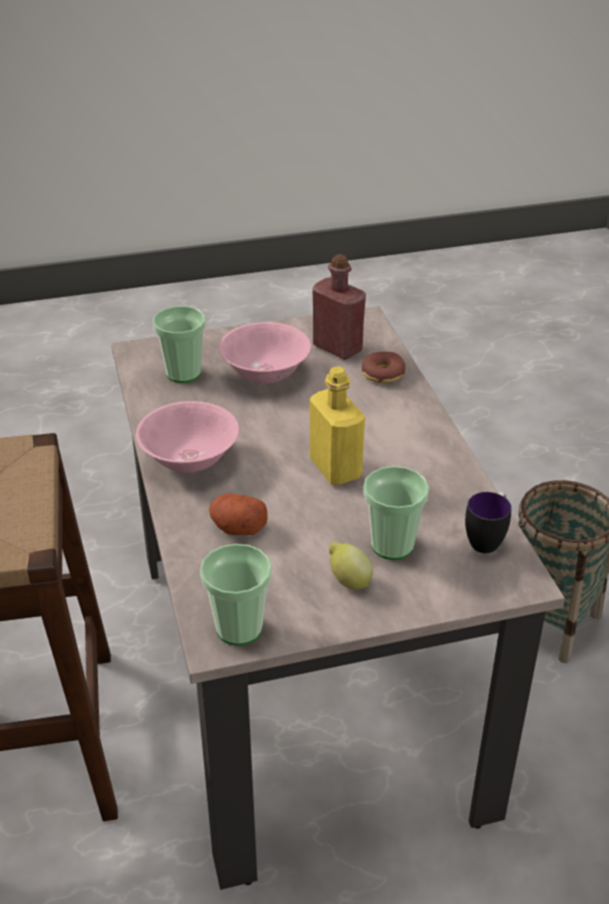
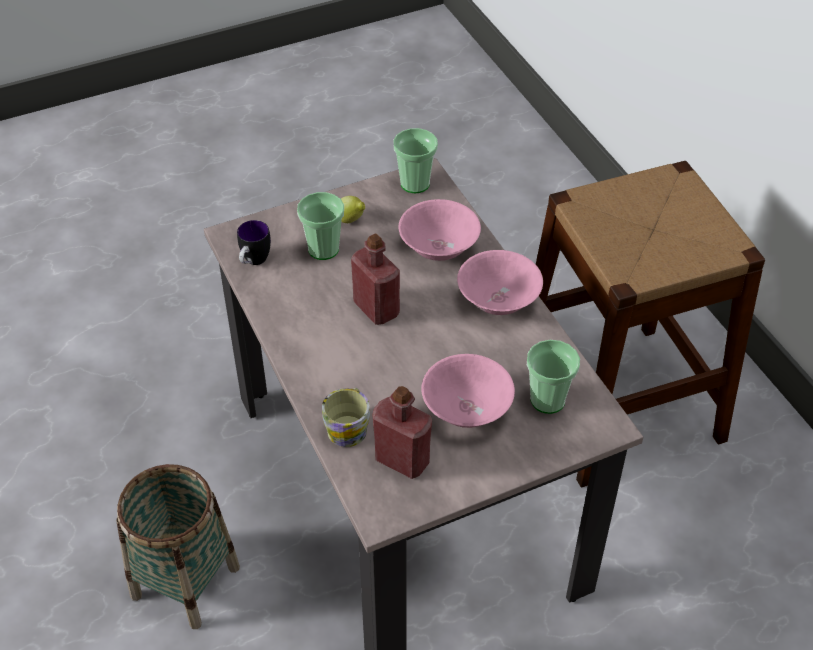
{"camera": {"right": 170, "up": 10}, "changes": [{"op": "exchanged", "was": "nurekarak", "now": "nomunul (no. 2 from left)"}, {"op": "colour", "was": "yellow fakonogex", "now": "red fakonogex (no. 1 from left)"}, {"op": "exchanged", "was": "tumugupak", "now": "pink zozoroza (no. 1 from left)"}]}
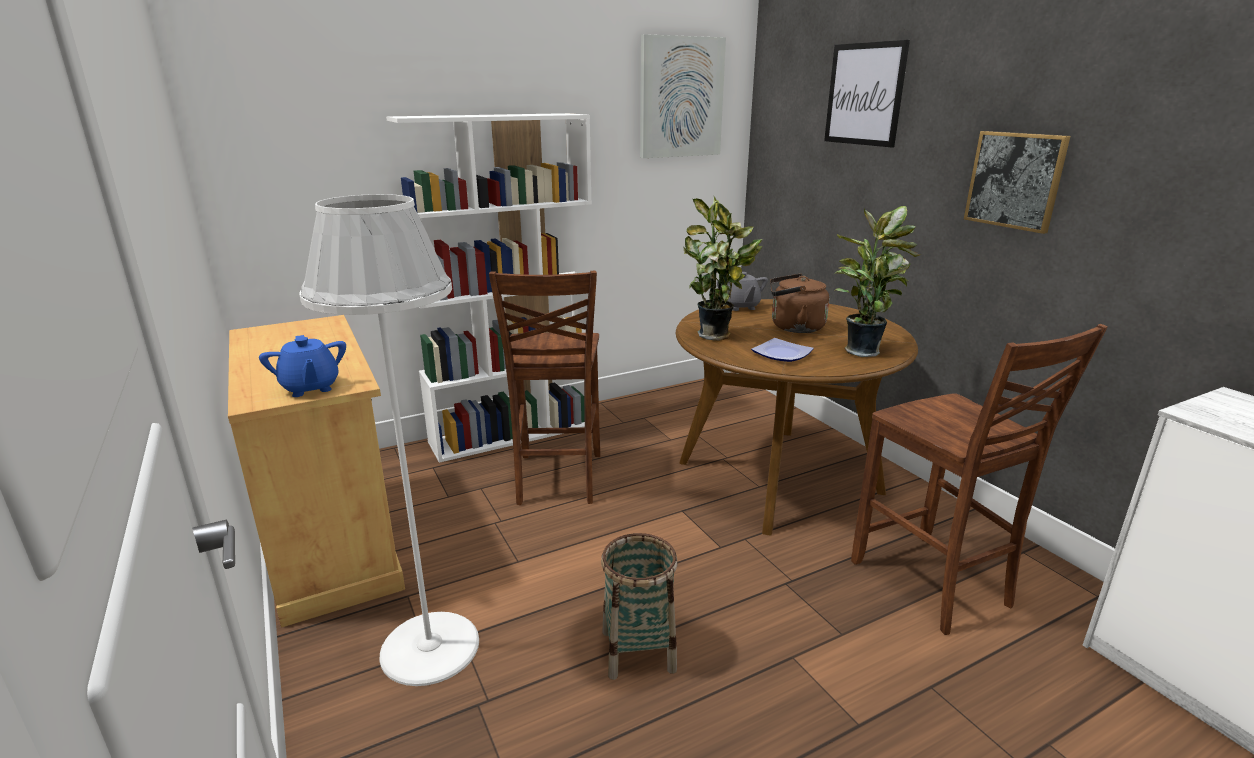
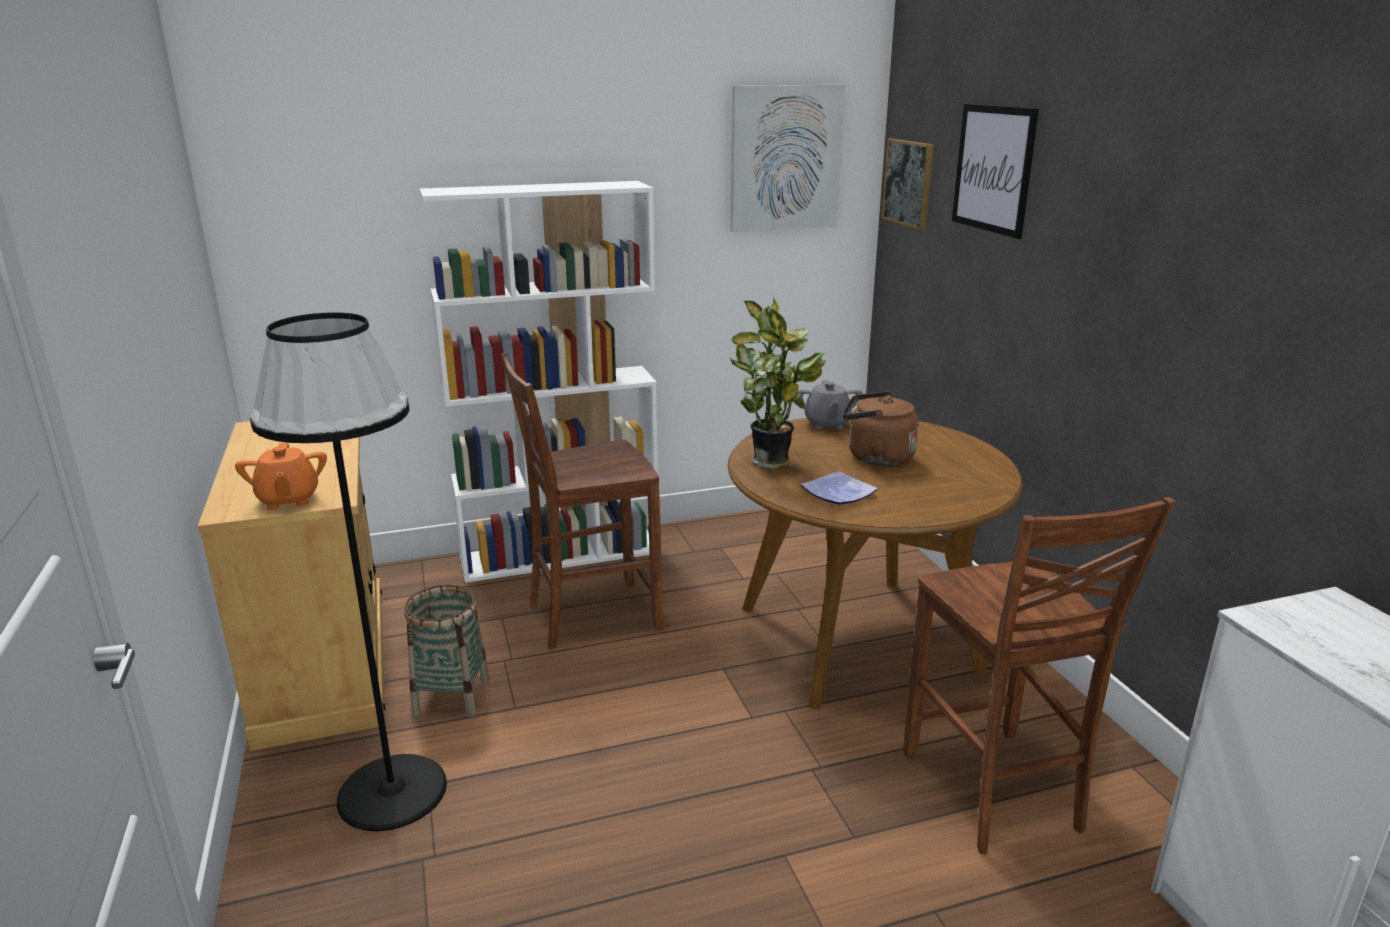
{"camera": {"right": 10, "up": 0}, "changes": [{"op": "colour", "was": "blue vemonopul", "now": "orange vemonopul"}, {"op": "colour", "was": "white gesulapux", "now": "black gesulapux"}, {"op": "relocated", "was": "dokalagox"}, {"op": "spun", "was": "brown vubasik (no. 1 from left)", "clockwise": 60}, {"op": "relocated", "was": "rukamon (no. 3 from left in the first image)", "now": "rukamon (no. 2 from left)"}, {"op": "missing", "was": "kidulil (no. 2 from left)"}]}
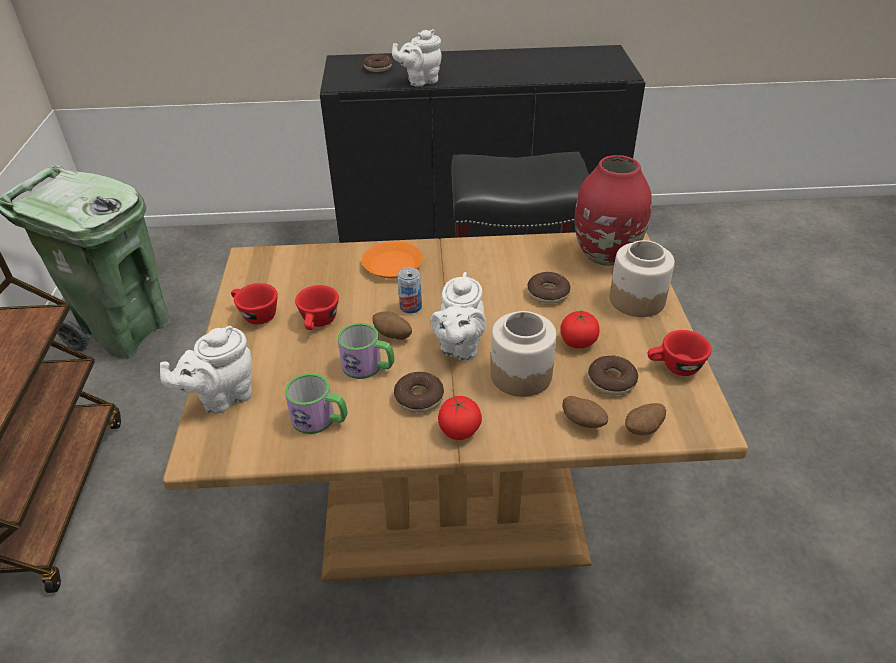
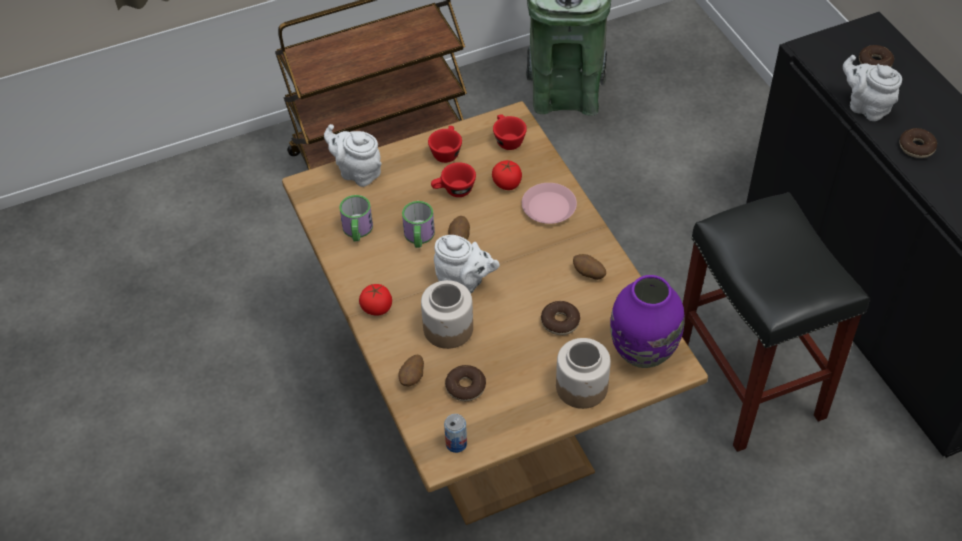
{"camera": {"right": 70, "up": 10}, "changes": [{"op": "spun", "was": "white vemonopul (no. 3 from left in the first image)", "clockwise": -150}, {"op": "relocated", "was": "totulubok"}, {"op": "relocated", "was": "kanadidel (no. 2 from left)"}, {"op": "relocated", "was": "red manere (no. 3 from left)"}, {"op": "colour", "was": "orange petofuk", "now": "pink petofuk"}, {"op": "relocated", "was": "tumugupak (no. 3 from left)"}, {"op": "colour", "was": "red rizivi", "now": "purple rizivi"}, {"op": "relocated", "was": "nurekarak (no. 2 from left in the first image)", "now": "nurekarak (no. 4 from left)"}]}
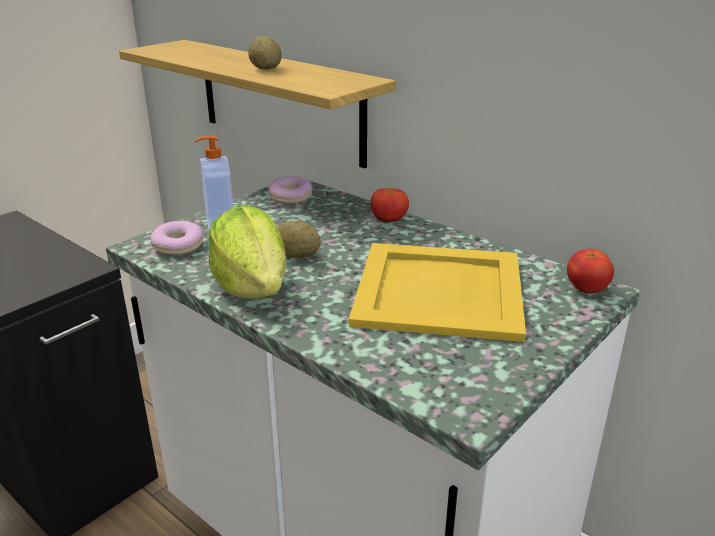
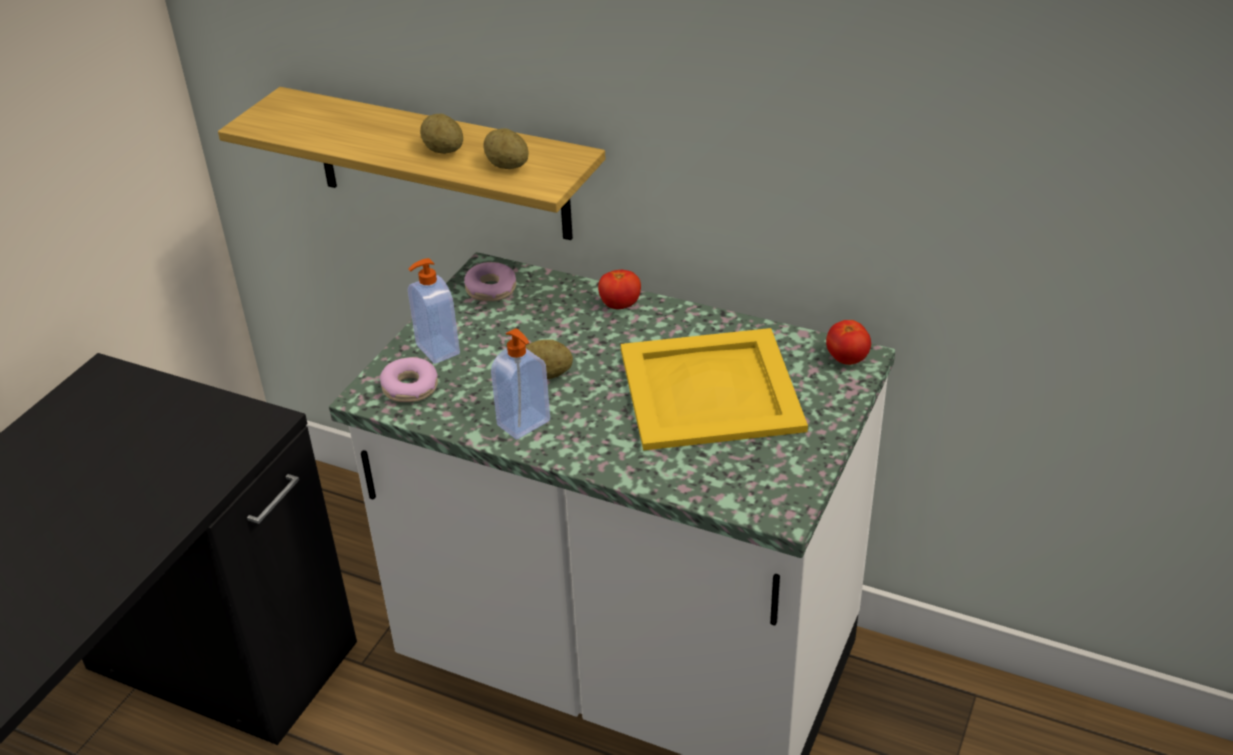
{"camera": {"right": -15, "up": 10}, "changes": [{"op": "appeared", "now": "tumugupak (no. 2 from left)"}, {"op": "exchanged", "was": "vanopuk", "now": "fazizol (no. 2 from left)"}]}
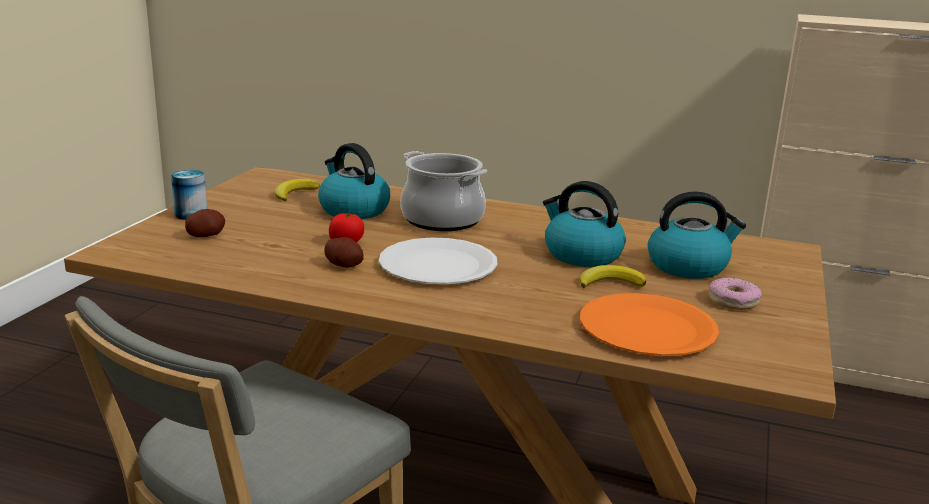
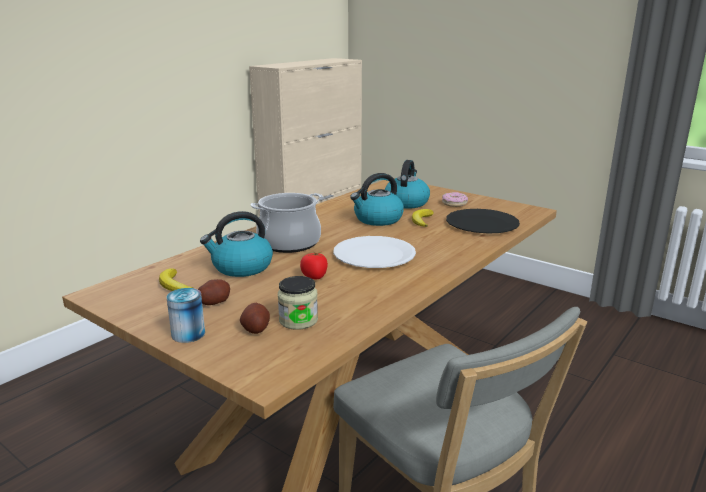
{"camera": {"right": -70, "up": 0}, "changes": [{"op": "relocated", "was": "tumugupak (no. 2 from left in the first image)", "now": "tumugupak (no. 1 from left)"}, {"op": "appeared", "now": "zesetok"}, {"op": "colour", "was": "orange petofuk", "now": "black petofuk"}]}
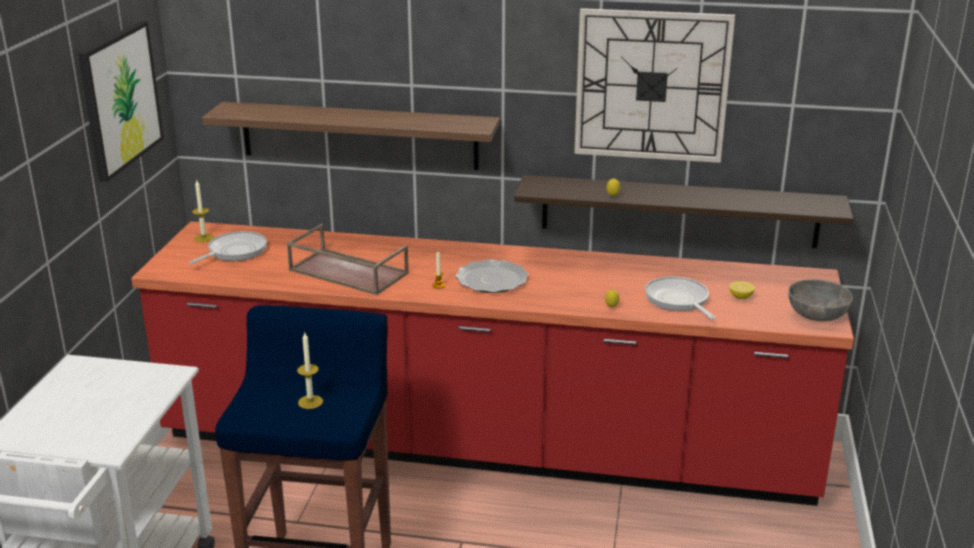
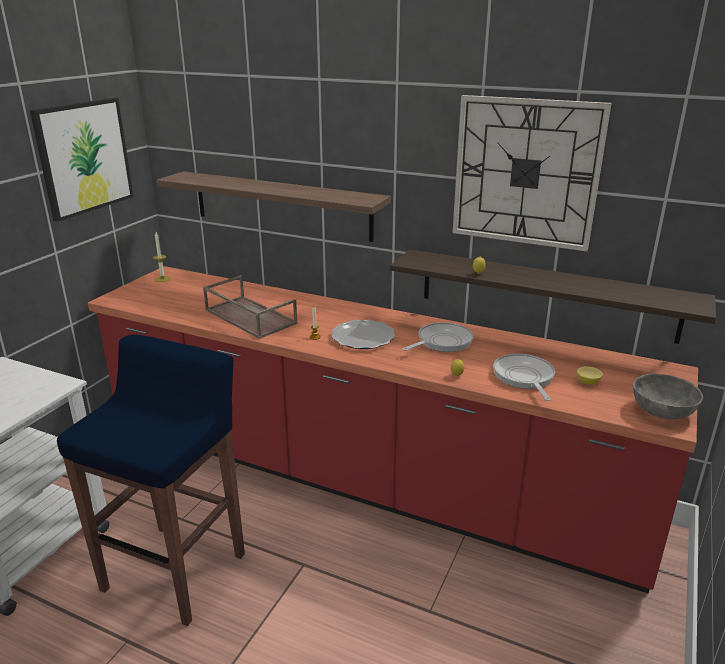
{"camera": {"right": 15, "up": 0}, "changes": [{"op": "relocated", "was": "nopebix (no. 1 from left)"}, {"op": "missing", "was": "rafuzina (no. 2 from left)"}]}
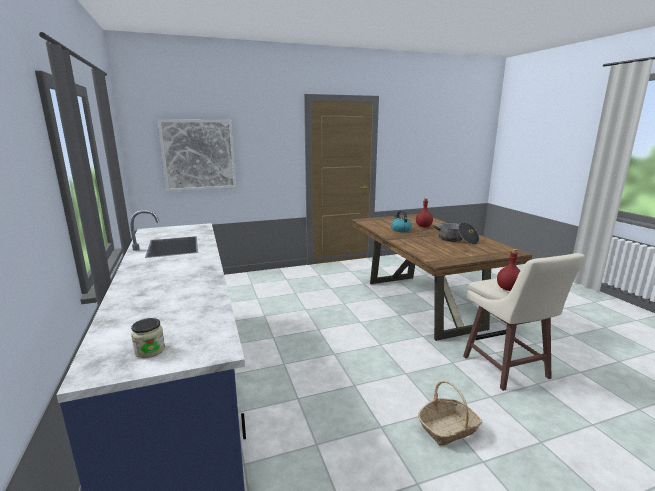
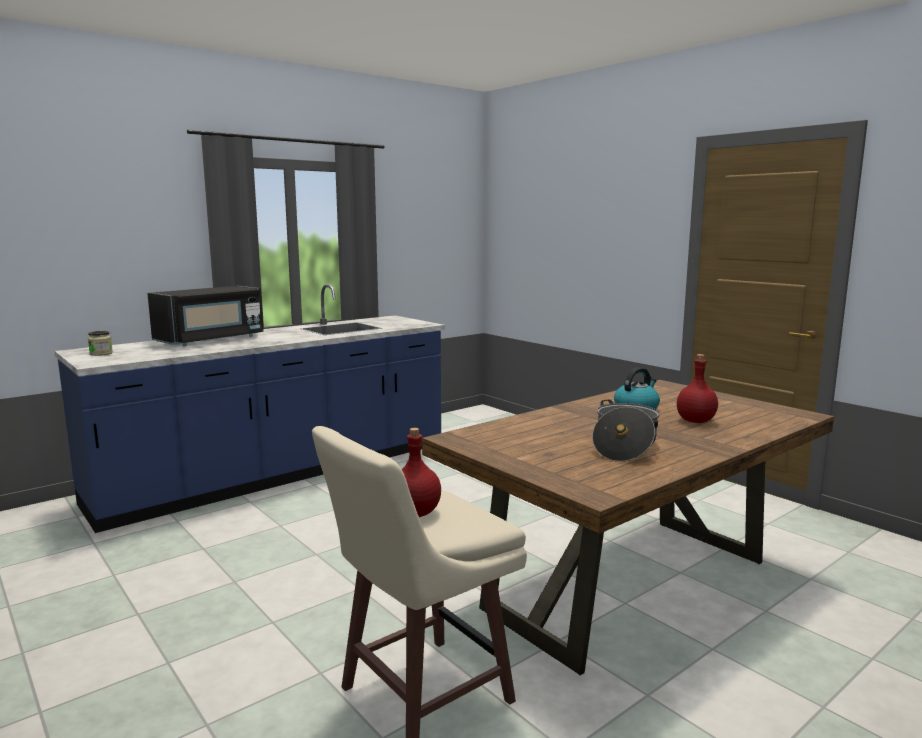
{"camera": {"right": 70, "up": -5}, "changes": [{"op": "appeared", "now": "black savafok"}, {"op": "missing", "was": "rukamon"}, {"op": "missing", "was": "dokalagox"}]}
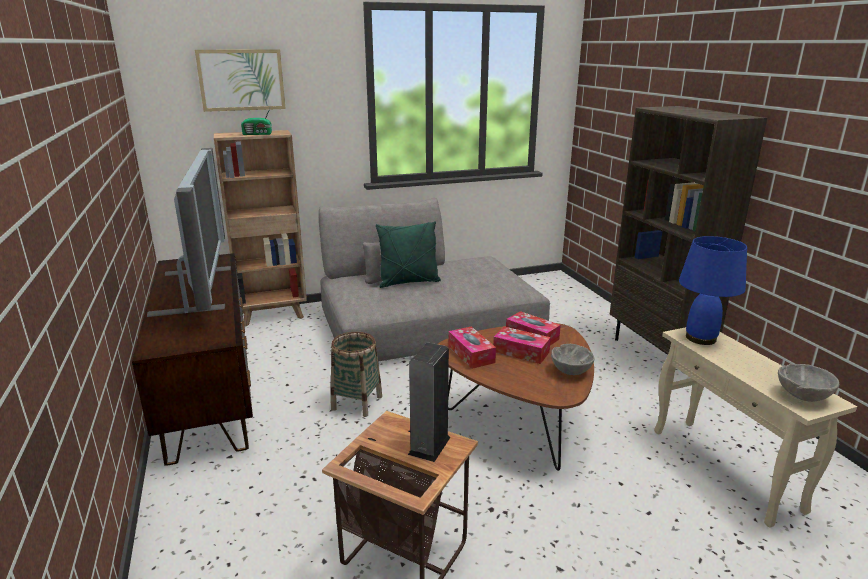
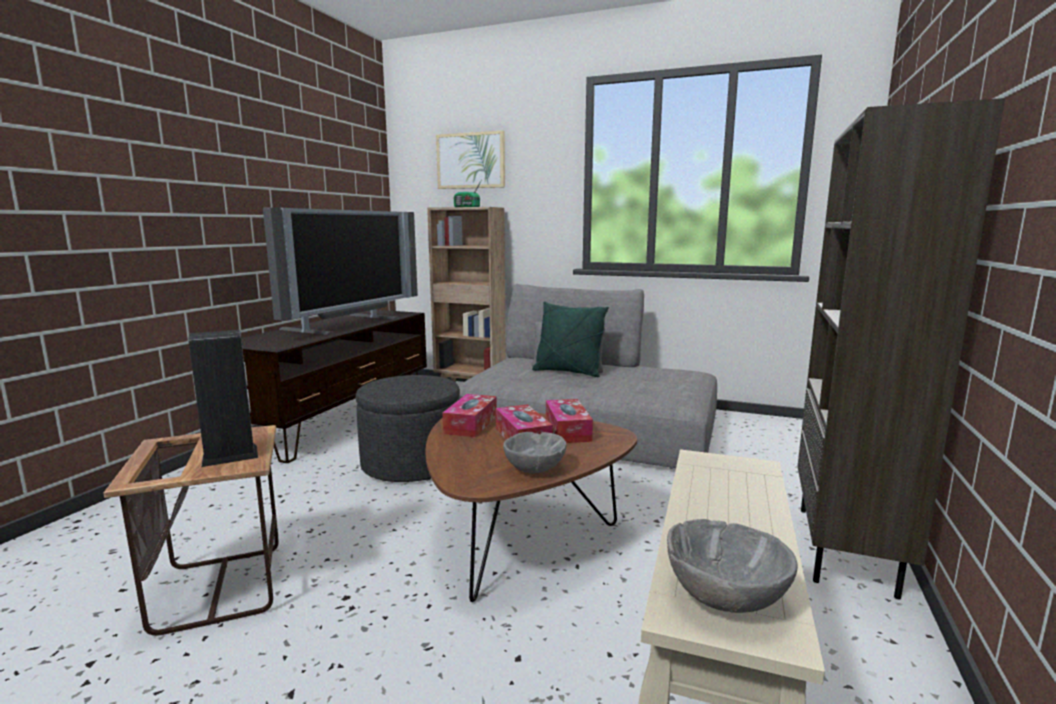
{"camera": {"right": 40, "up": -10}, "changes": [{"op": "exchanged", "was": "dokalagox", "now": "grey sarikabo"}, {"op": "missing", "was": "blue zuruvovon"}]}
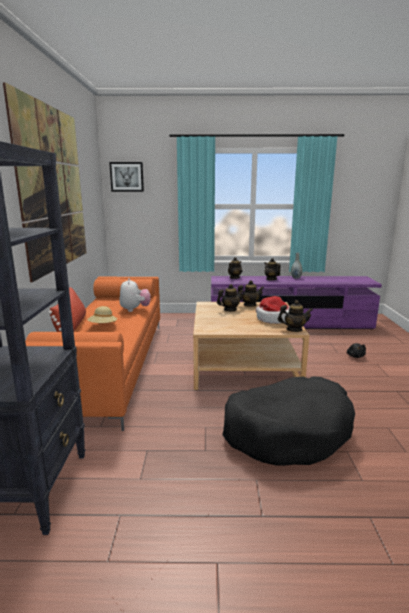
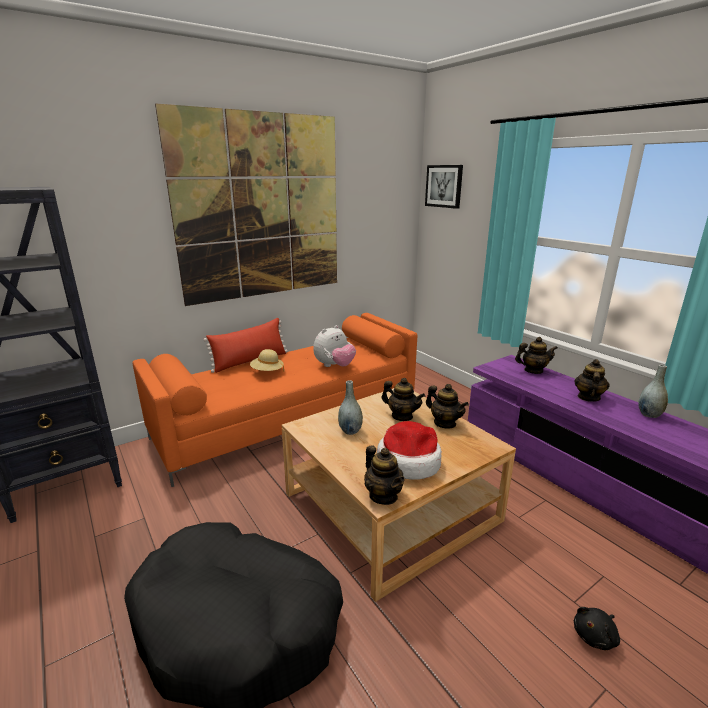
{"camera": {"right": 55, "up": 5}, "changes": [{"op": "appeared", "now": "grey rizivi (no. 1 from left)"}]}
